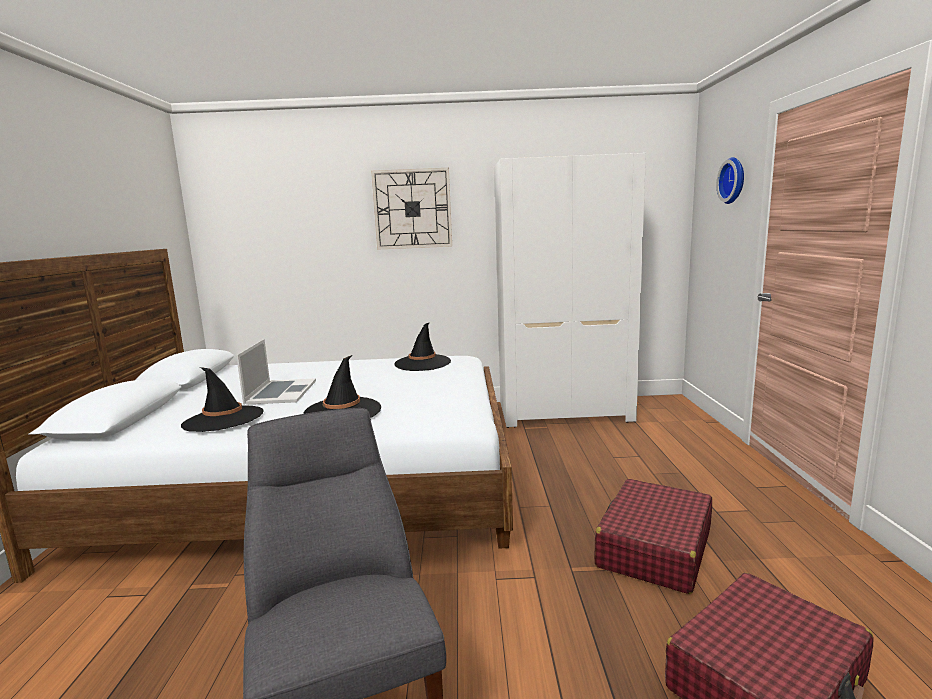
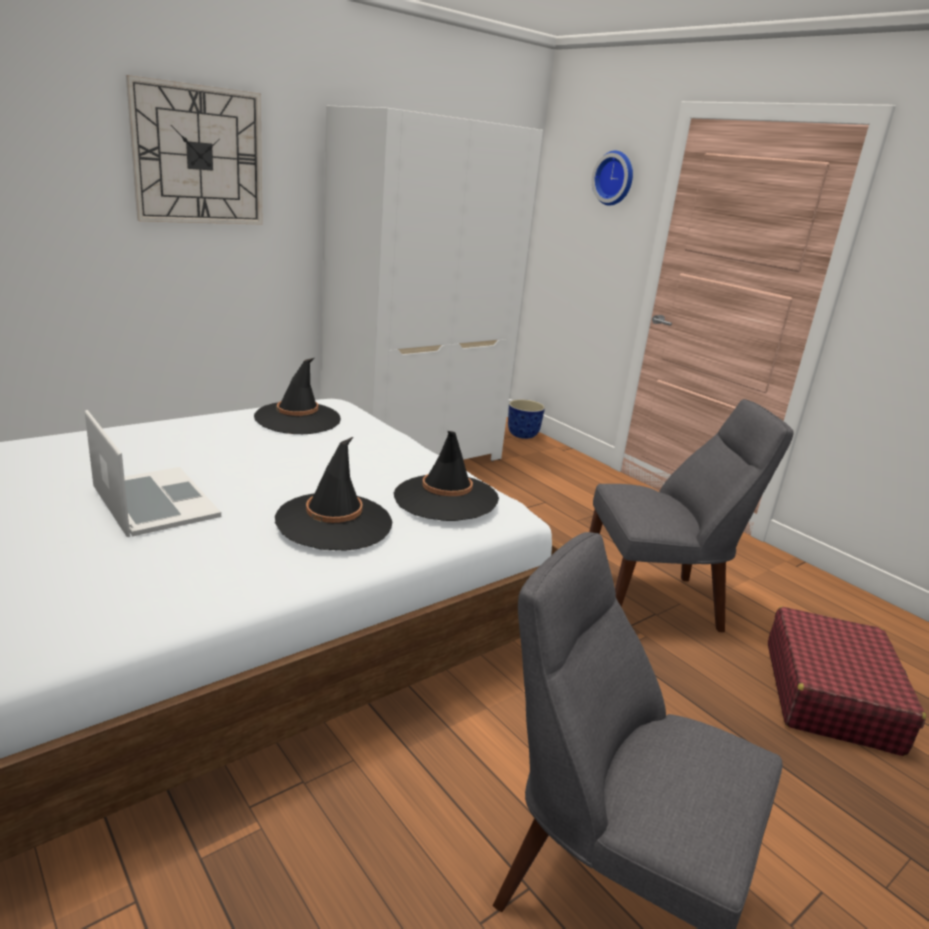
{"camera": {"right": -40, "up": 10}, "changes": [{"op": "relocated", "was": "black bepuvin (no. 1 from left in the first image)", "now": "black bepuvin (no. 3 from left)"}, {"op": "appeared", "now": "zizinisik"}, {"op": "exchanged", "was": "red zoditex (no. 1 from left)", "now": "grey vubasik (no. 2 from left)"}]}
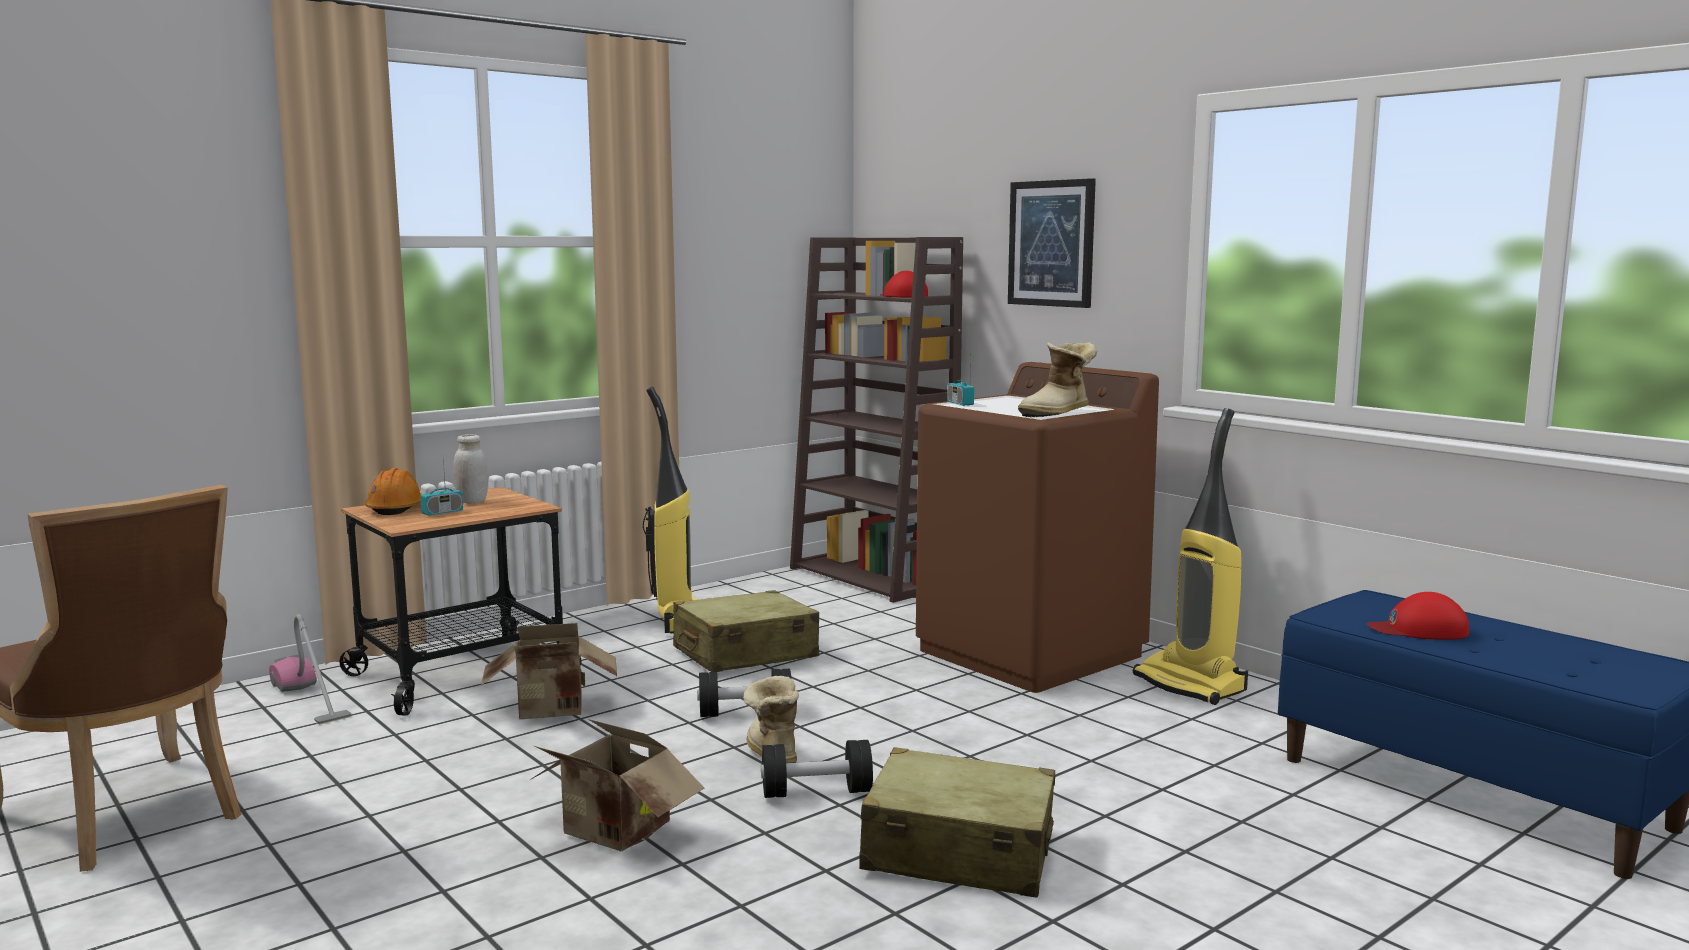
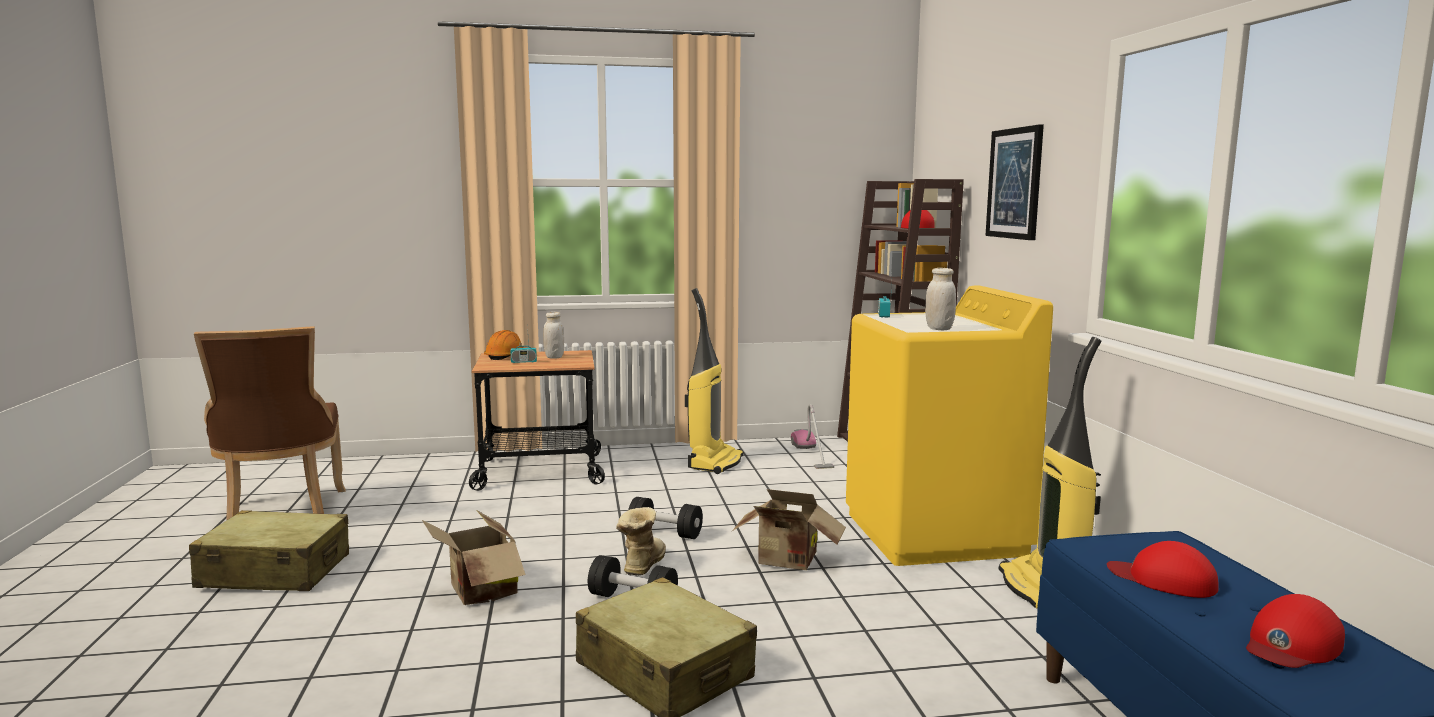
{"camera": {"right": 30, "up": 0}, "changes": [{"op": "relocated", "was": "beige zoditex (no. 1 from left)"}, {"op": "relocated", "was": "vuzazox (no. 1 from left in the first image)", "now": "vuzazox (no. 2 from left)"}, {"op": "relocated", "was": "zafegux (no. 1 from left in the first image)", "now": "zafegux (no. 2 from left)"}, {"op": "colour", "was": "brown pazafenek", "now": "yellow pazafenek"}, {"op": "exchanged", "was": "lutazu (no. 2 from left)", "now": "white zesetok (no. 2 from left)"}, {"op": "appeared", "now": "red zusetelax (no. 3 from left)"}]}
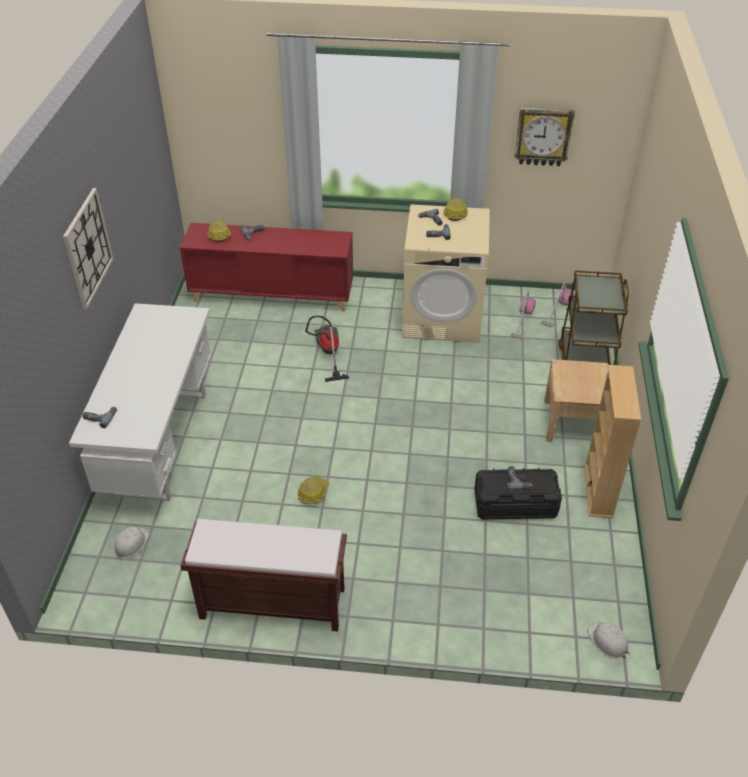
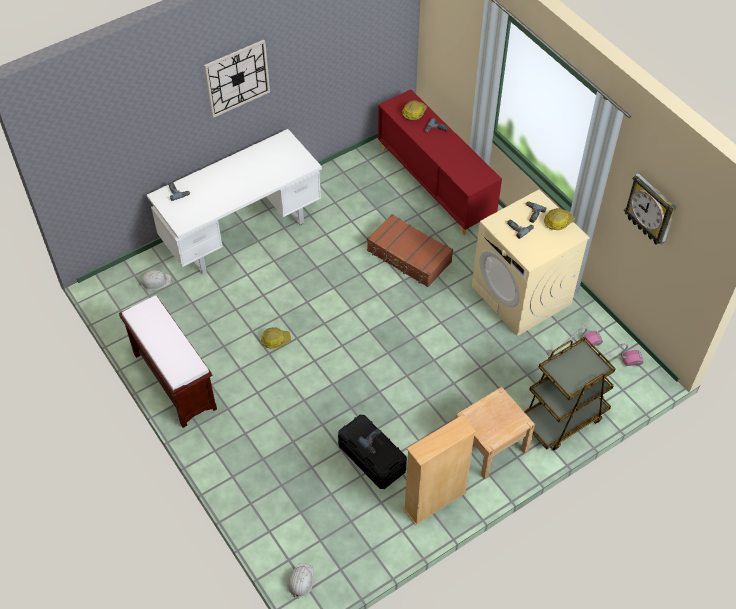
{"camera": {"right": 50, "up": 10}, "changes": [{"op": "exchanged", "was": "zafegux (no. 1 from left)", "now": "brown zoditex"}]}
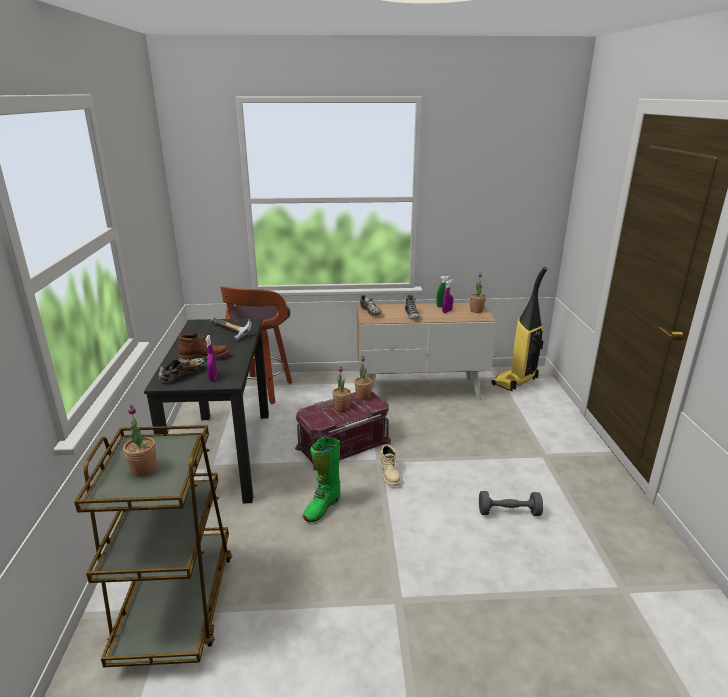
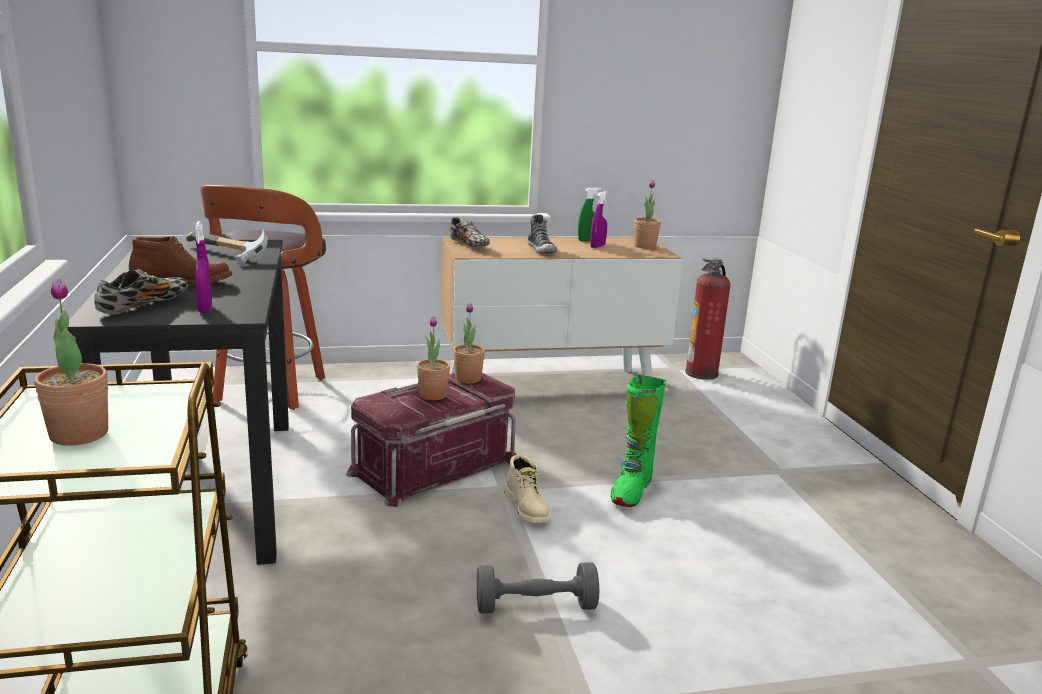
{"camera": {"right": -10, "up": -5}, "changes": [{"op": "relocated", "was": "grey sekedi"}, {"op": "relocated", "was": "green lutazu"}, {"op": "exchanged", "was": "zafegux", "now": "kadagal"}]}
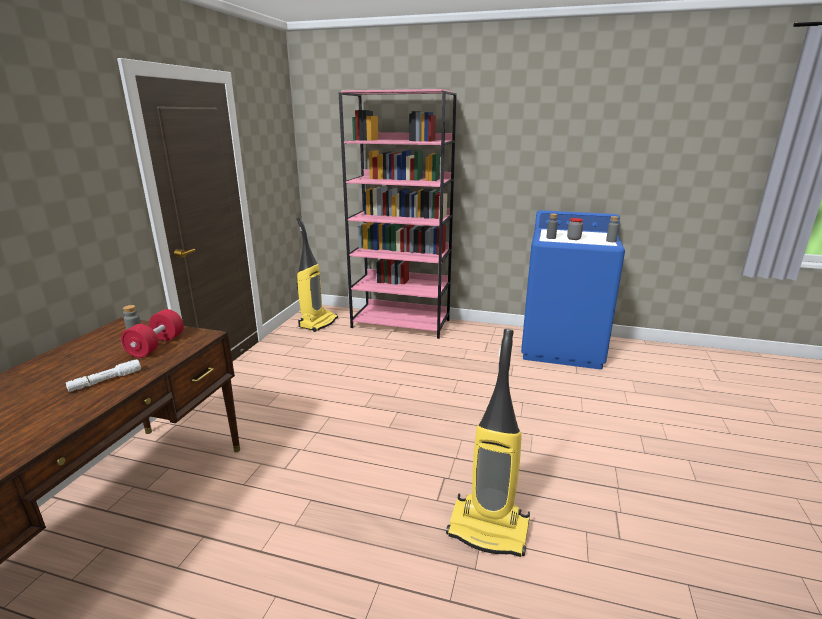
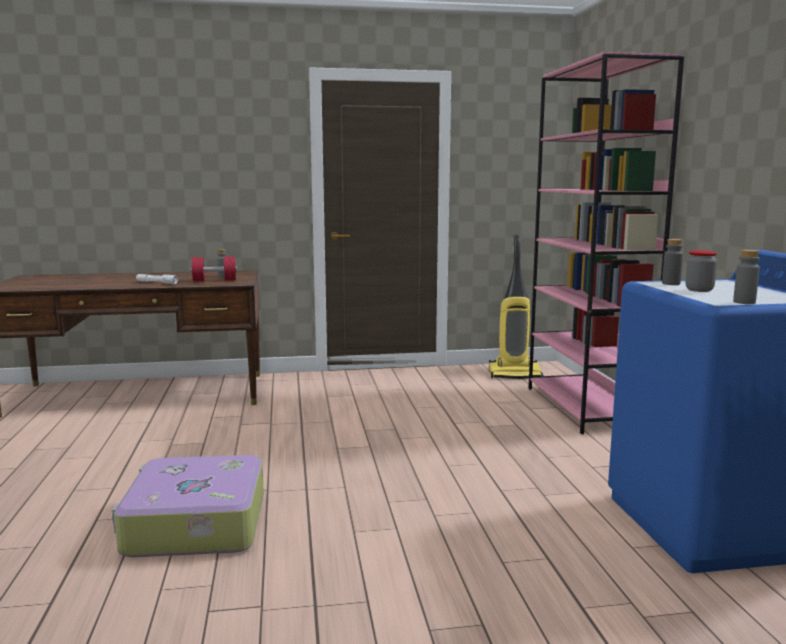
{"camera": {"right": 65, "up": -10}, "changes": [{"op": "exchanged", "was": "zafegux (no. 2 from left)", "now": "zoditex"}]}
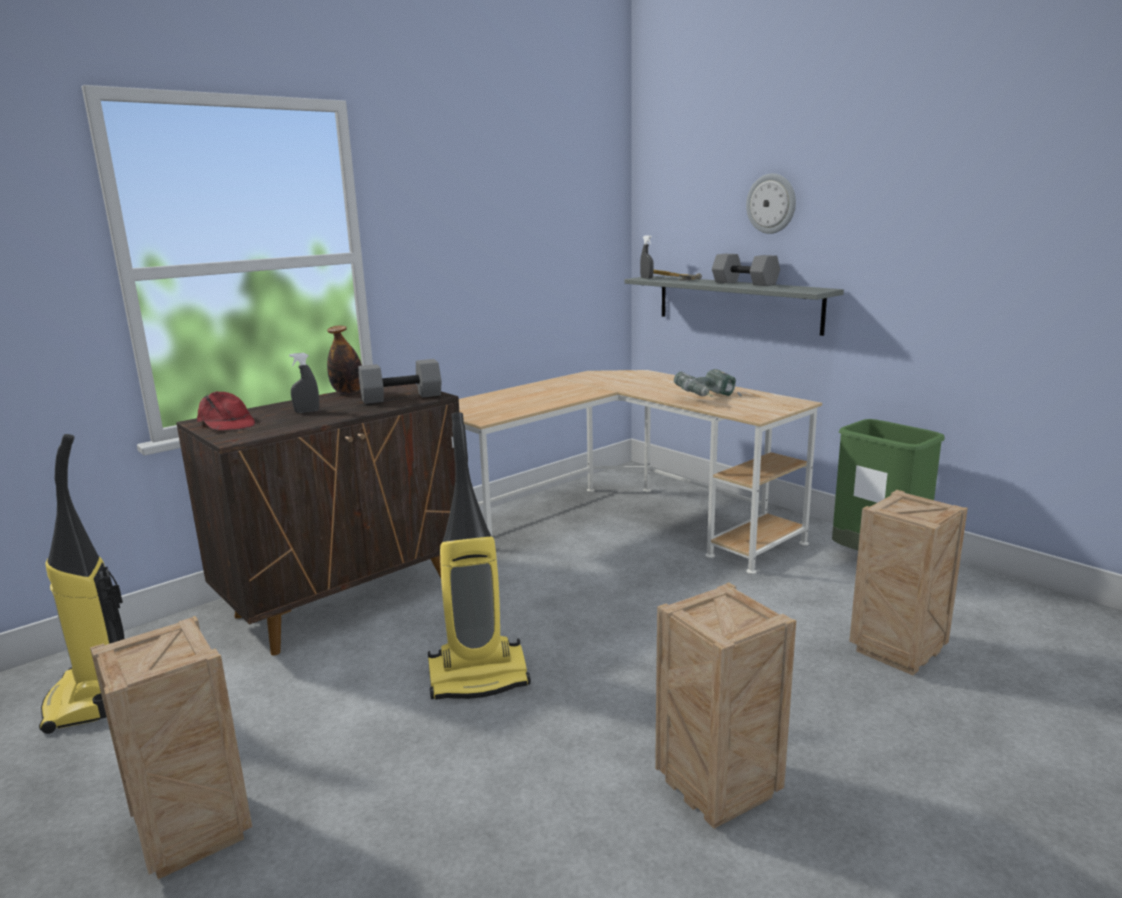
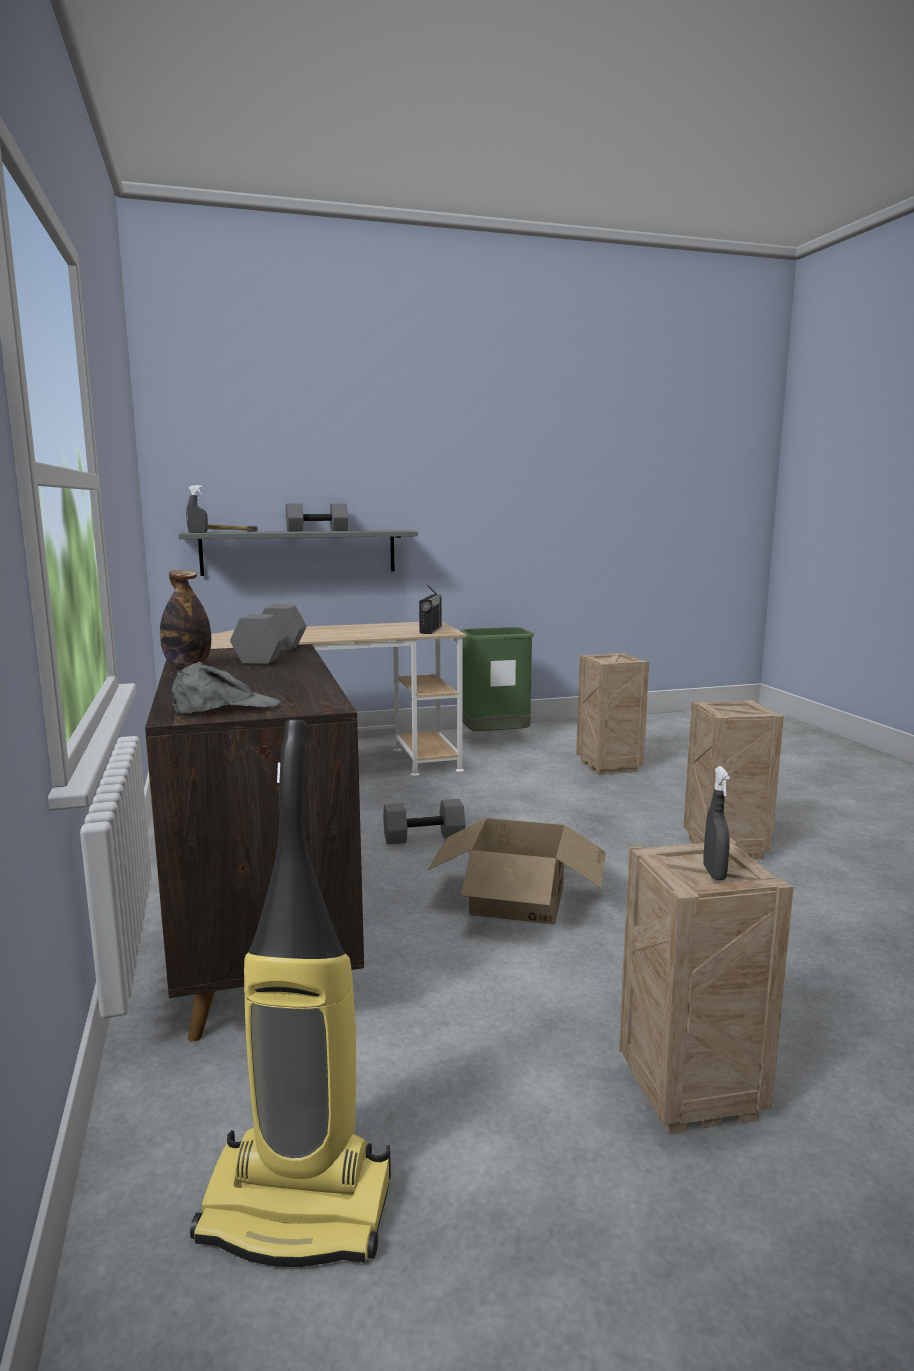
{"camera": {"right": -65, "up": -5}, "changes": [{"op": "colour", "was": "red zusetelax", "now": "grey zusetelax"}, {"op": "appeared", "now": "grey sekedi (no. 3 from left)"}, {"op": "appeared", "now": "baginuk"}, {"op": "exchanged", "was": "zafegux (no. 2 from left)", "now": "vuzazox"}, {"op": "relocated", "was": "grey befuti (no. 1 from left in the first image)", "now": "grey befuti (no. 2 from left)"}, {"op": "missing", "was": "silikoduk"}, {"op": "missing", "was": "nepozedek"}]}
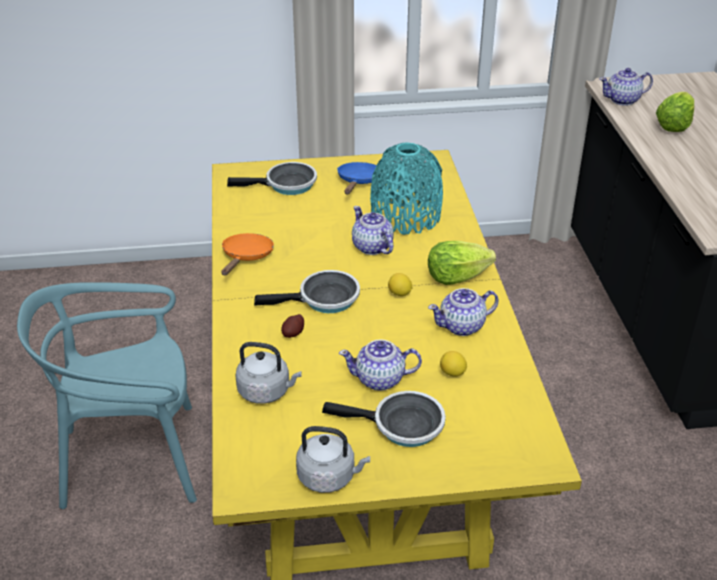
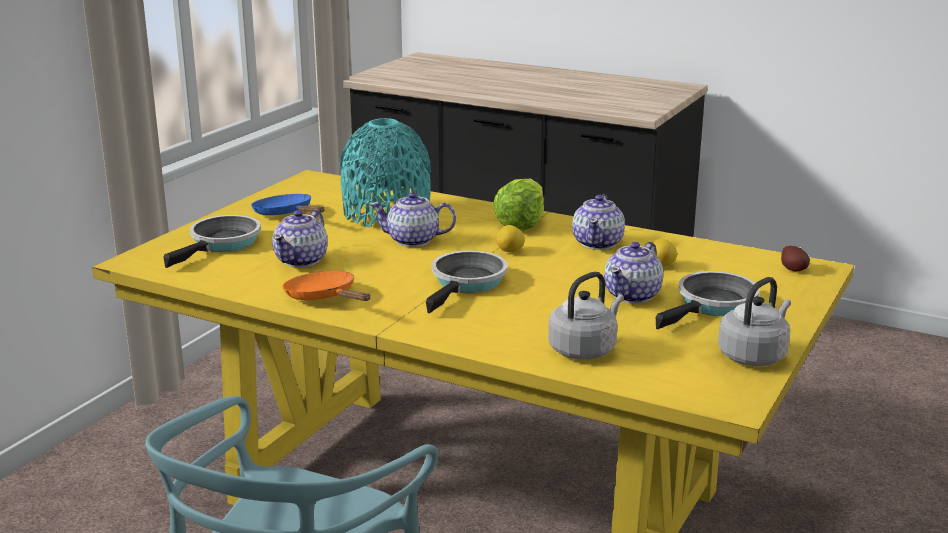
{"camera": {"right": -55, "up": -15}, "changes": [{"op": "relocated", "was": "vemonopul (no. 4 from left in the first image)", "now": "vemonopul (no. 1 from left)"}, {"op": "relocated", "was": "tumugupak"}, {"op": "missing", "was": "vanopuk (no. 2 from left)"}]}
